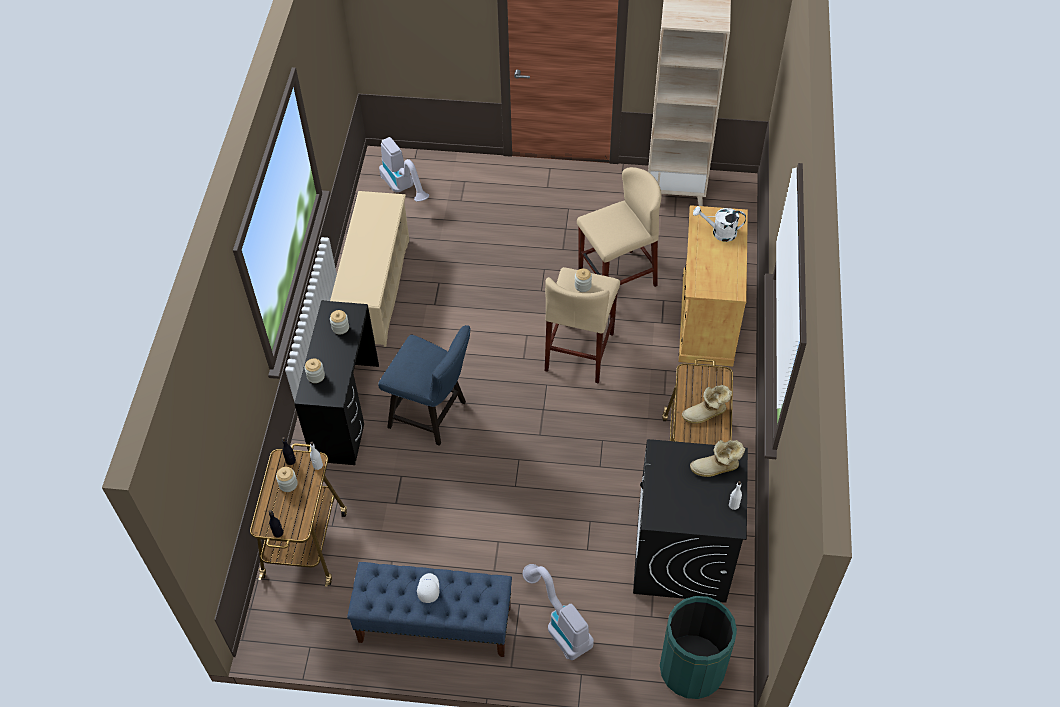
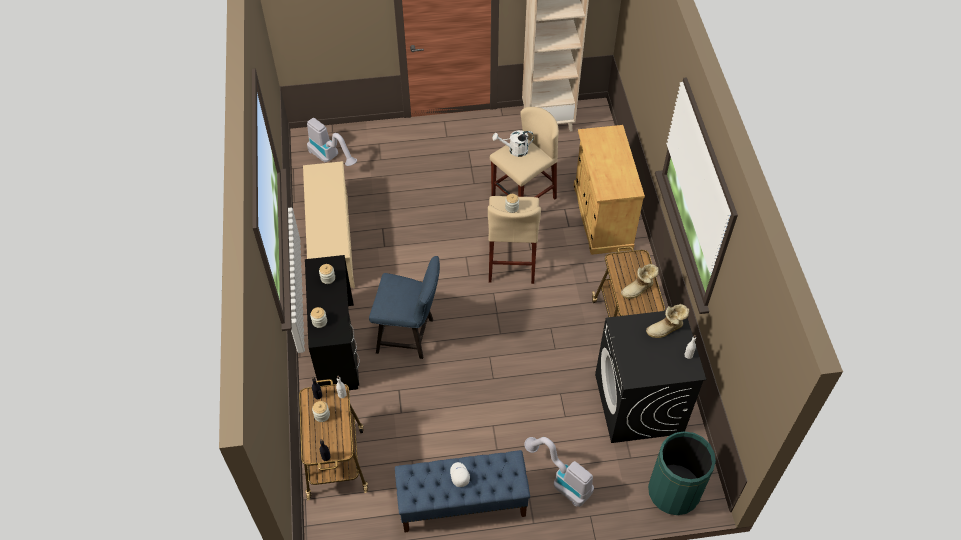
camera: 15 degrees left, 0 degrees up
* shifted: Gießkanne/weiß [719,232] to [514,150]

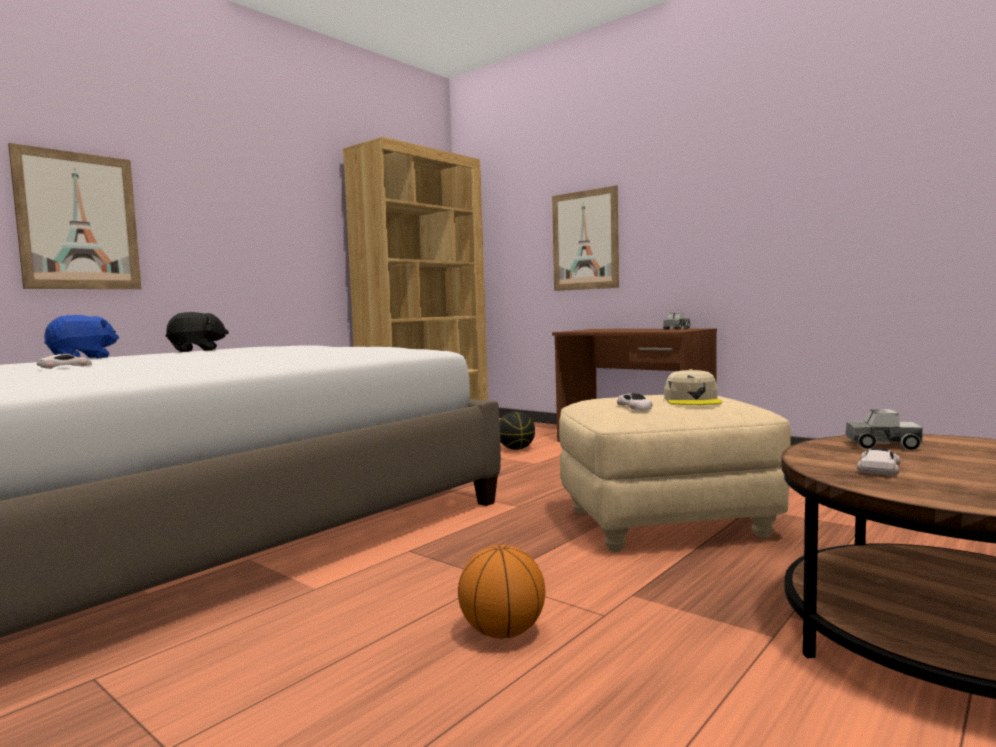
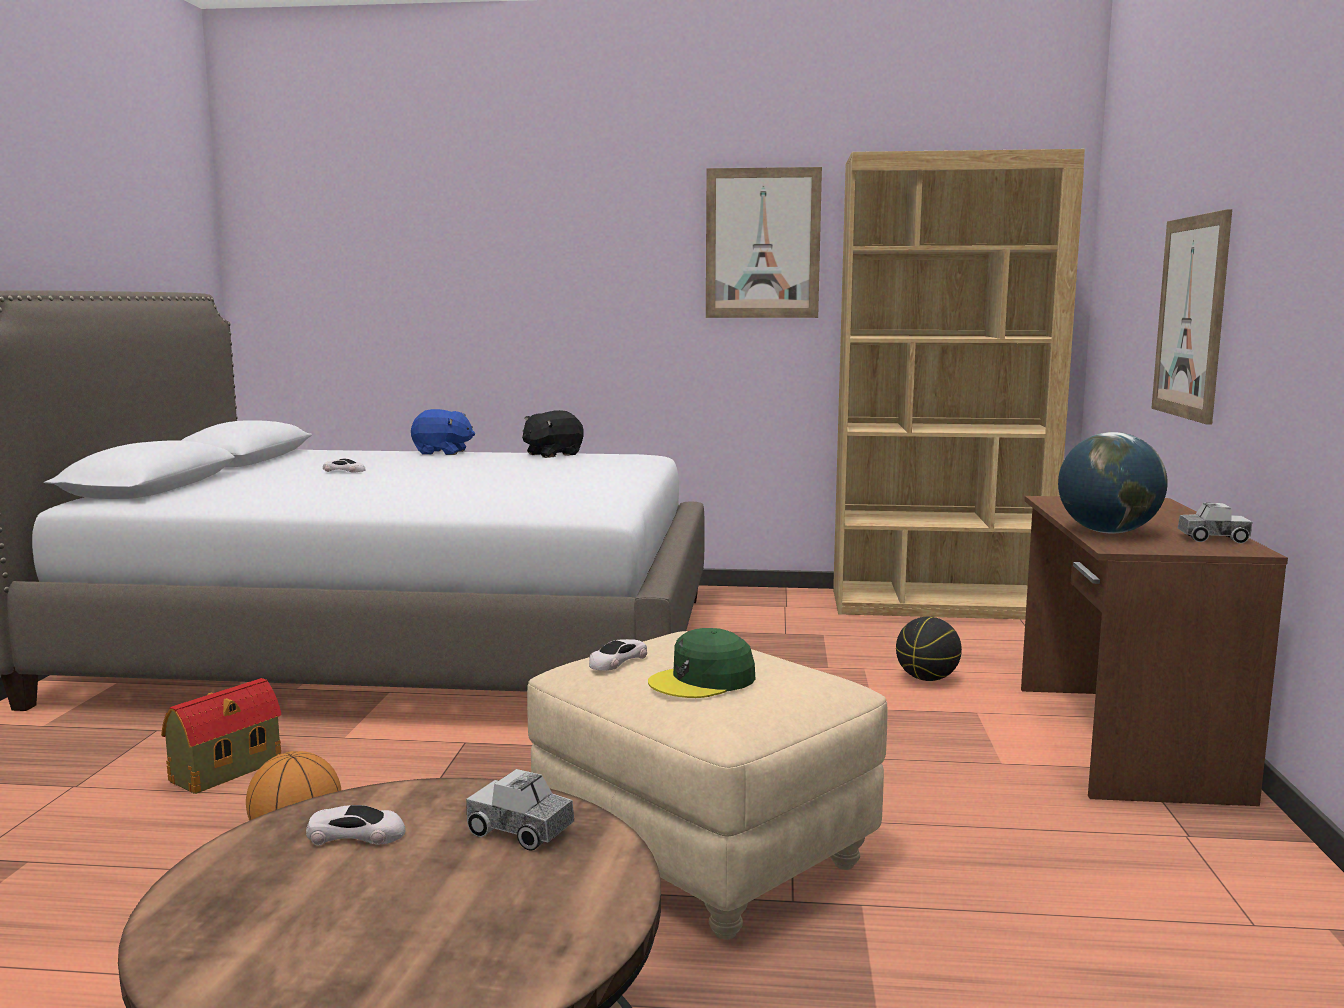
camera: 55 degrees right, 5 degrees up
* new: Spielzeughaus [224,772]
* rotated: Spielzeuglaster [882,445] = [521,831] 135 degrees clockwise
* rotated: Plüschtier/schwarz [197,350] = [552,454] 105 degrees clockwise
* repainted: Kappe/beige [693,400] to Kappe/grün [703,680]
* shifted: Bild [78,221] to [762,243]
* new: Globus [1107,532]

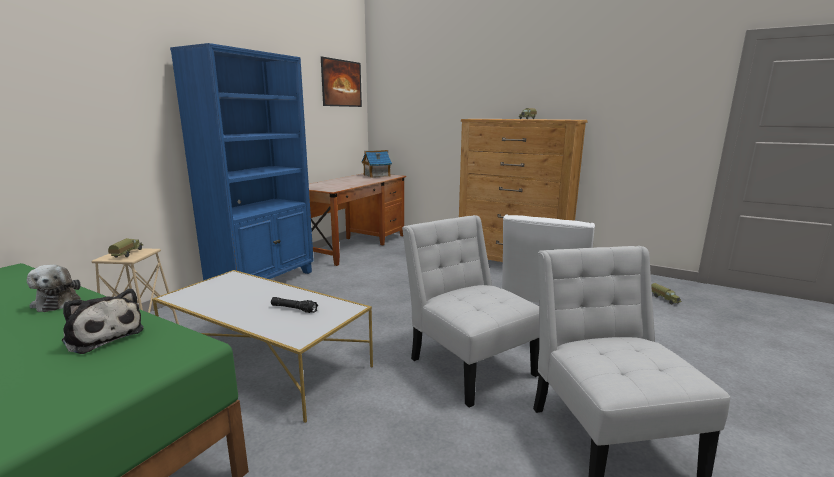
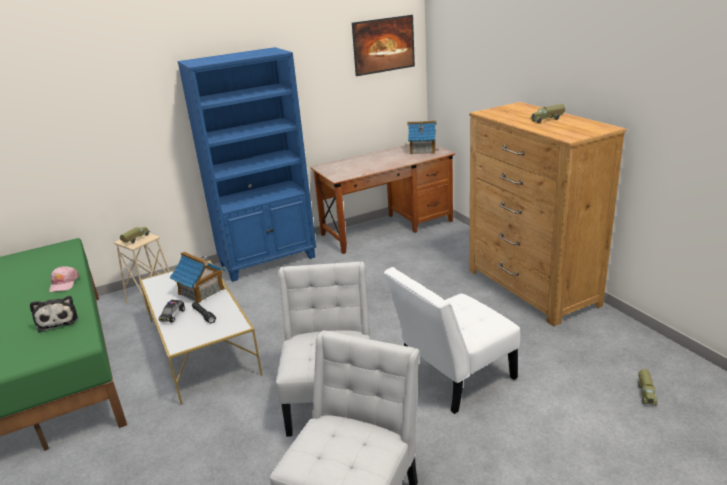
camera: 35 degrees right, 10 degrees up
* swapped: Plüschtier [57,302] to Kappe/rosa [64,283]
* new: Spielzeugauto [173,315]
* new: Spielzeughaus [201,291]

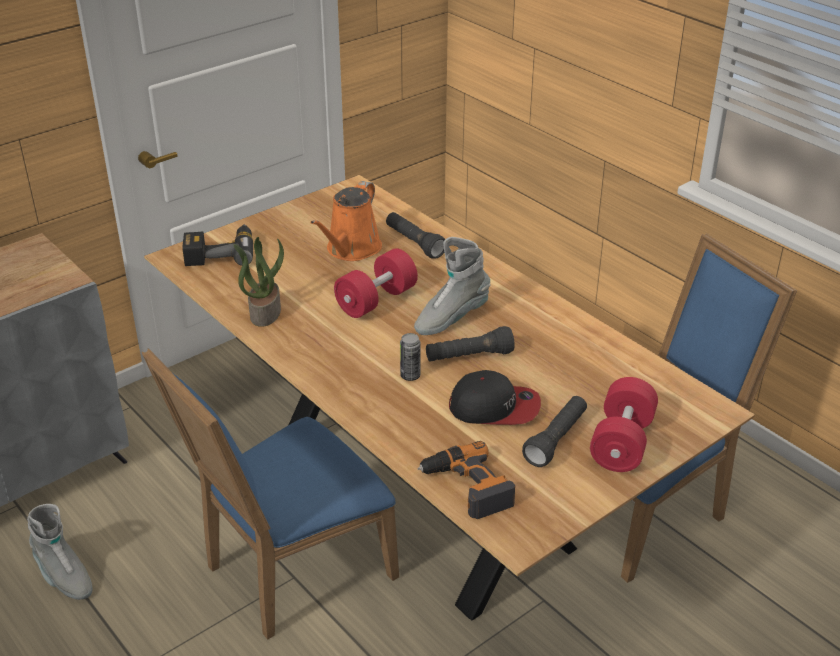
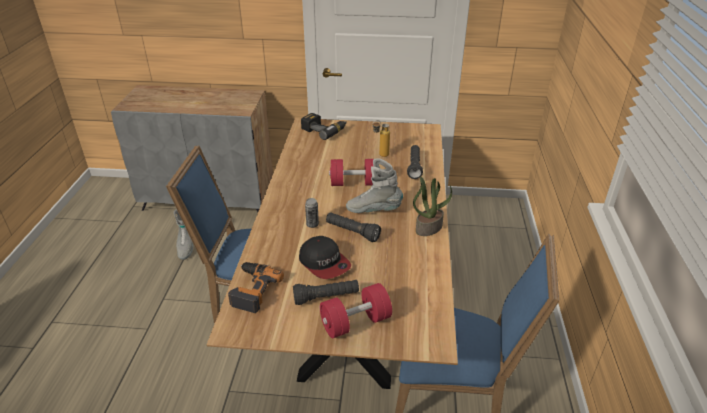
camera: 45 degrees right, 0 degrees up
* swapped: Gießkanne/orange [351,250] to Flasche [380,155]
* shifted: Topfpflanze [264,312] to [428,228]

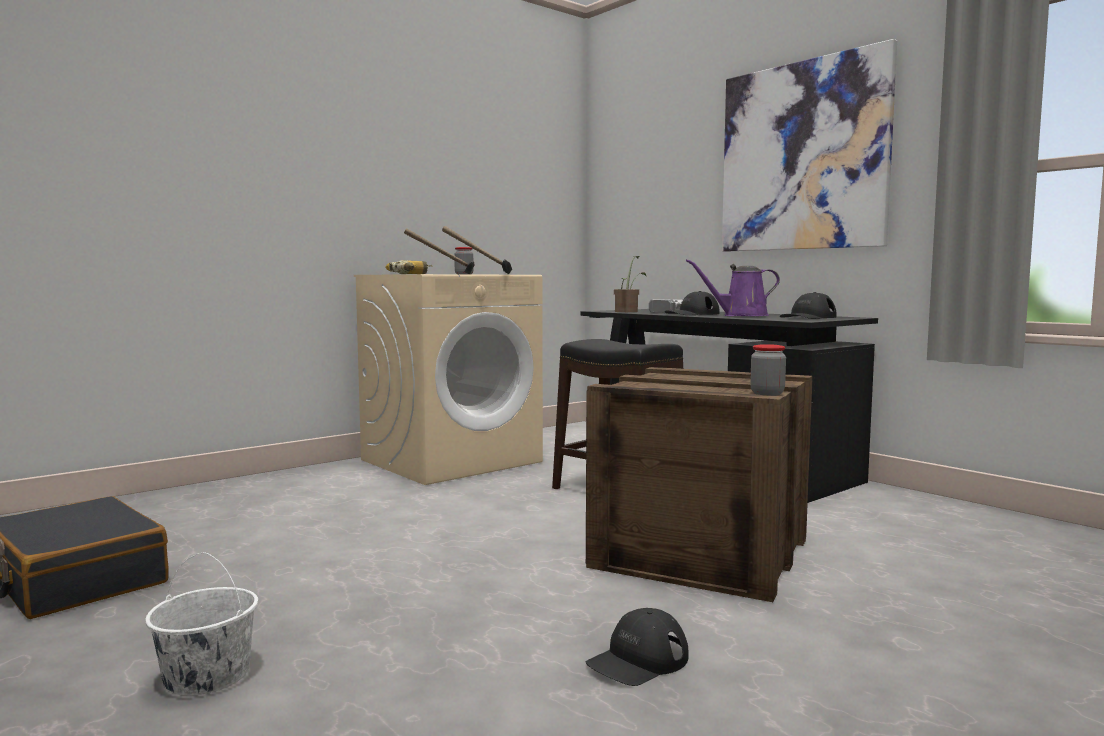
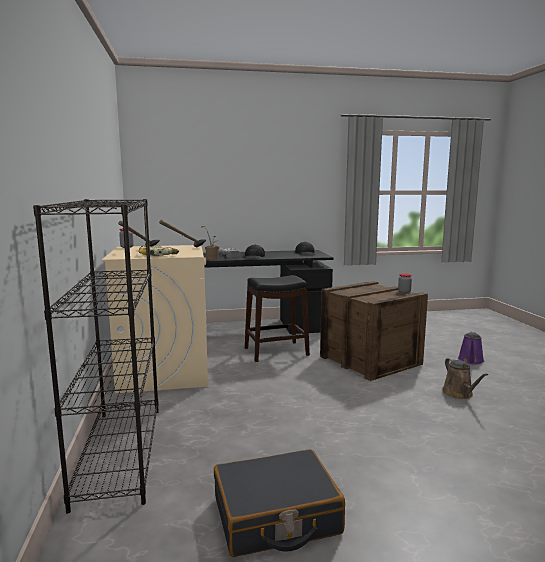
camera: 60 degrees left, 5 degrees up
* new: Bücherregal/schwarz [120,452]
* swapped: Kappe/schwarz [638,660] to Gießkanne/braun [459,394]
* shifted: Gießkanne/lila [740,315] to [470,361]
* gone: Eimer/weiß [206,675]
* gone: Bild [802,156]

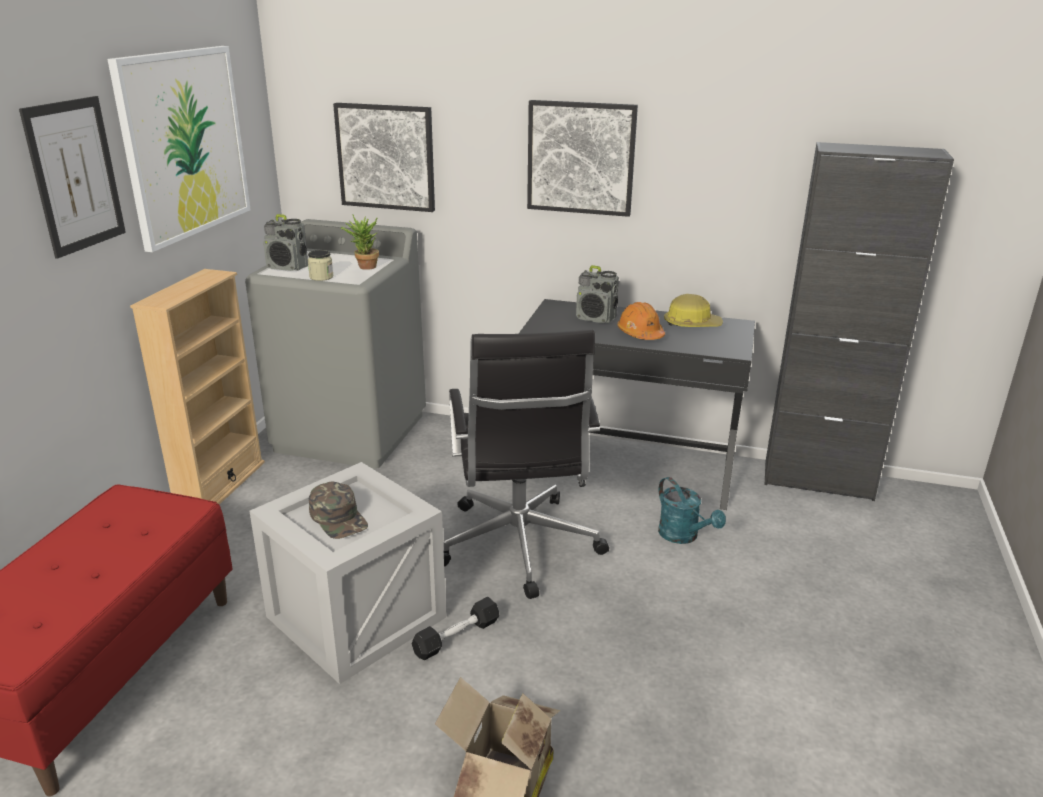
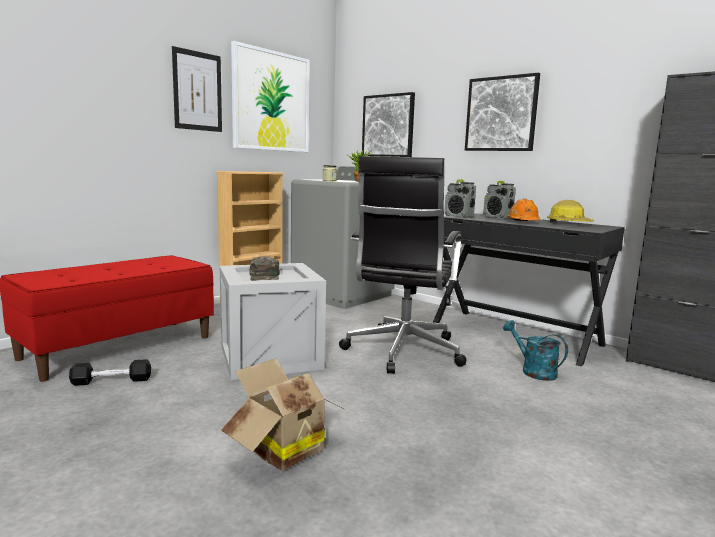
camera: 25 degrees right, 15 degrees down
* shifted: Hantel/schwarz [457,637] to [112,381]
* shifted: Radio [288,267] to [459,216]
* rotated: Gießkanne/türkis [683,536] = [533,371] 150 degrees clockwise

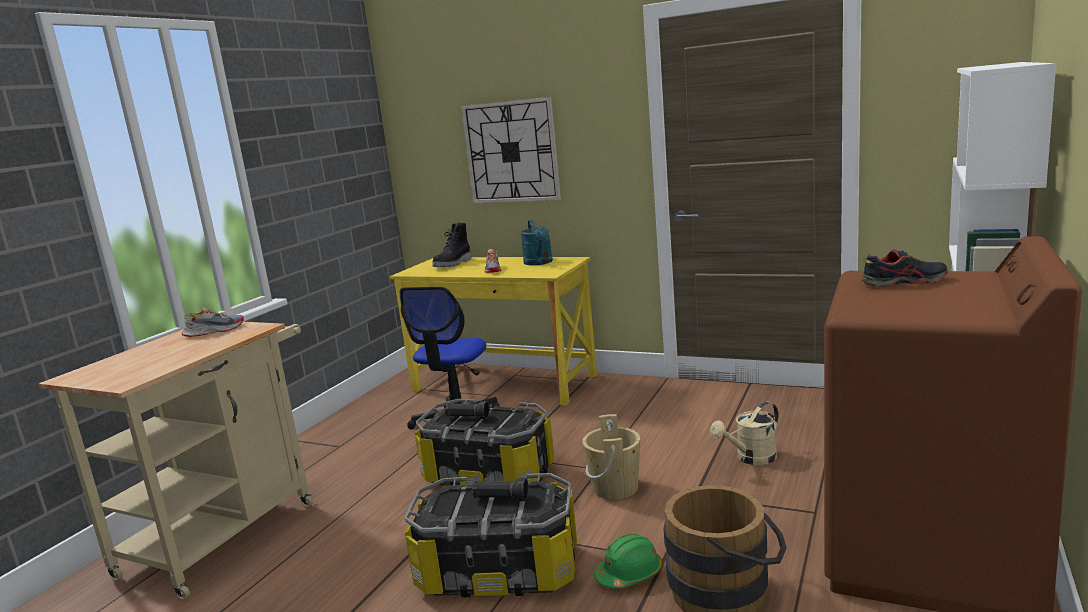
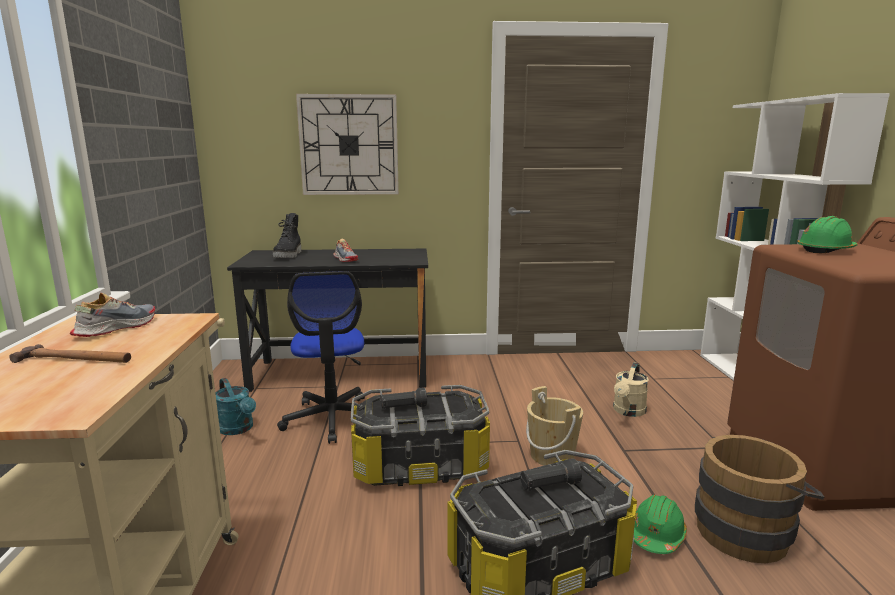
camera: 30 degrees left, 0 degrees up
* new: Hammer [75,359]
* shifted: Gießkanne/türkis [539,263] to [238,429]
* repainted: Schreibtisch/gelb [504,383] to Schreibtisch/schwarz [341,373]
* swapped: Schuh [903,282] to Schutzhelm/grün [826,250]

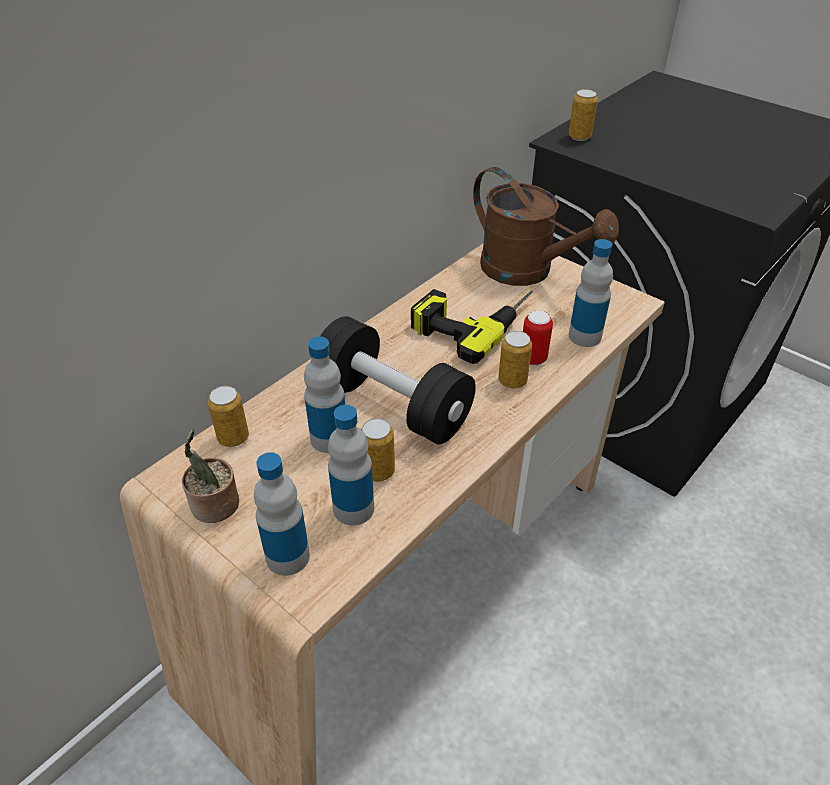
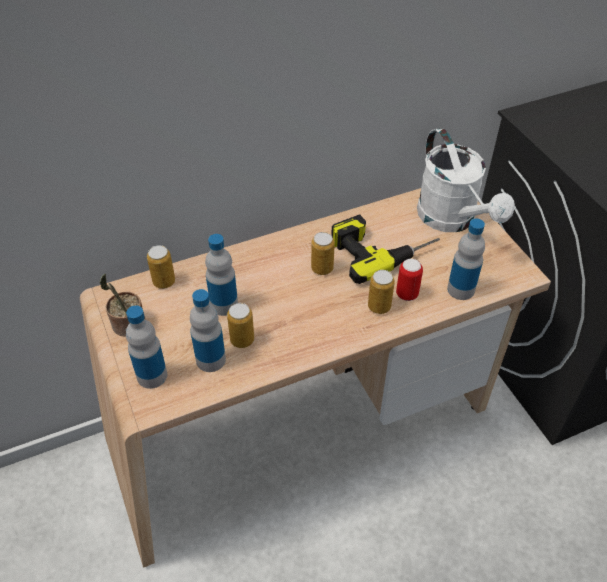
camera: 25 degrees right, 5 degrees up
* shifted: Dose [579,137] to [322,268]
* repainted: Gießkanne/braun [527,271] to Gießkanne/weiß [452,220]
* gone: Hantel/schwarz [393,404]

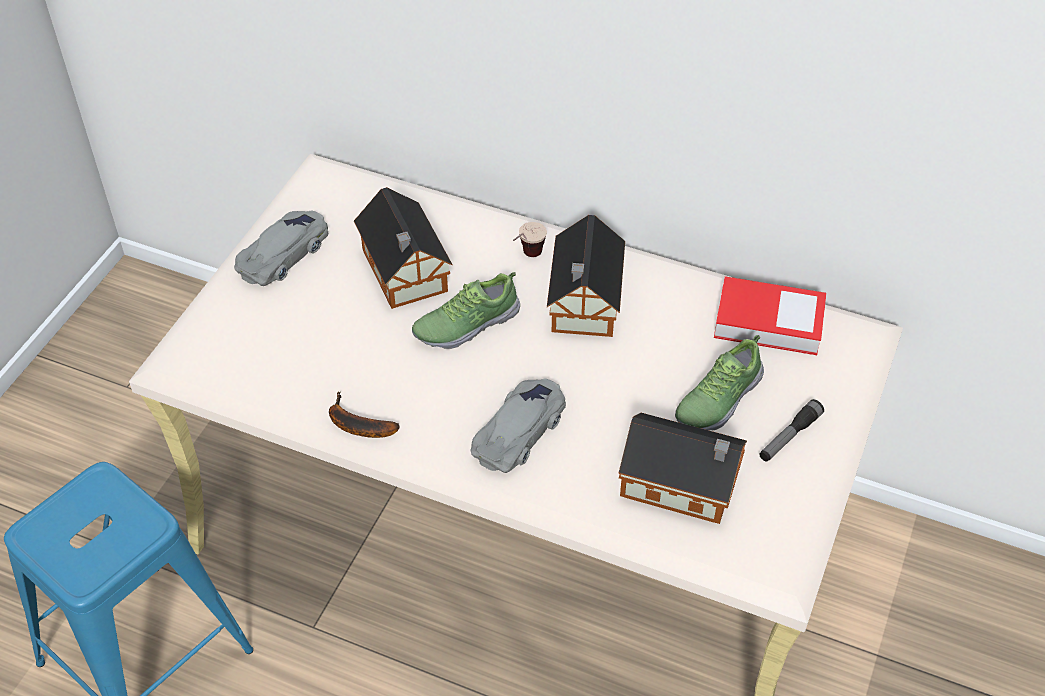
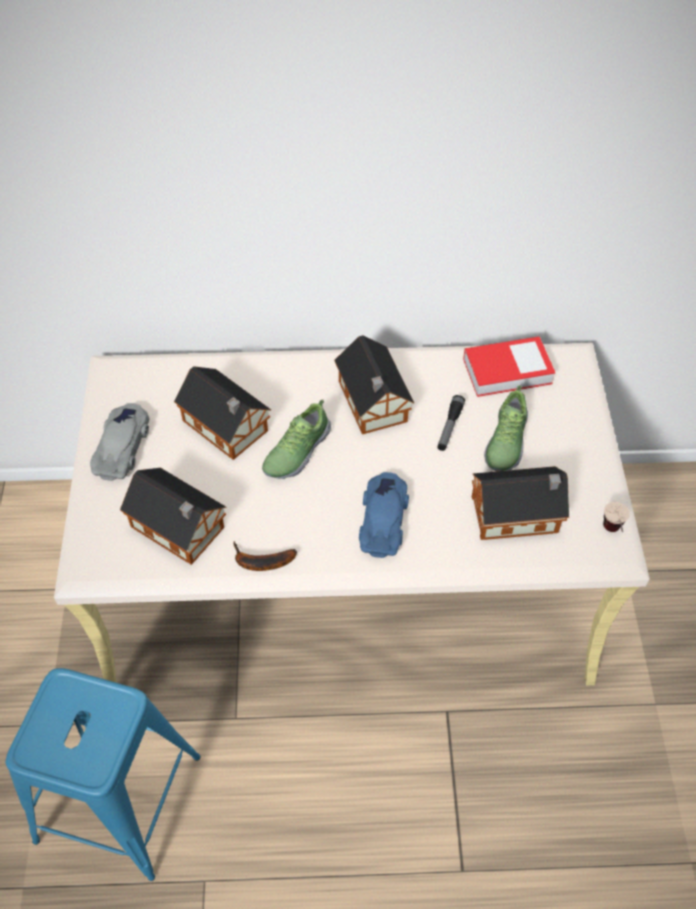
camera: 25 degrees left, 5 degrees up
* new: Spielzeughaus [180,529]
* repainted: Spielzeugauto/grau [520,430] to Spielzeugauto/blau [383,518]
* shifted: Taschenlampe [789,436] to [449,427]
* shifted: Tasse [526,258] to [612,534]

